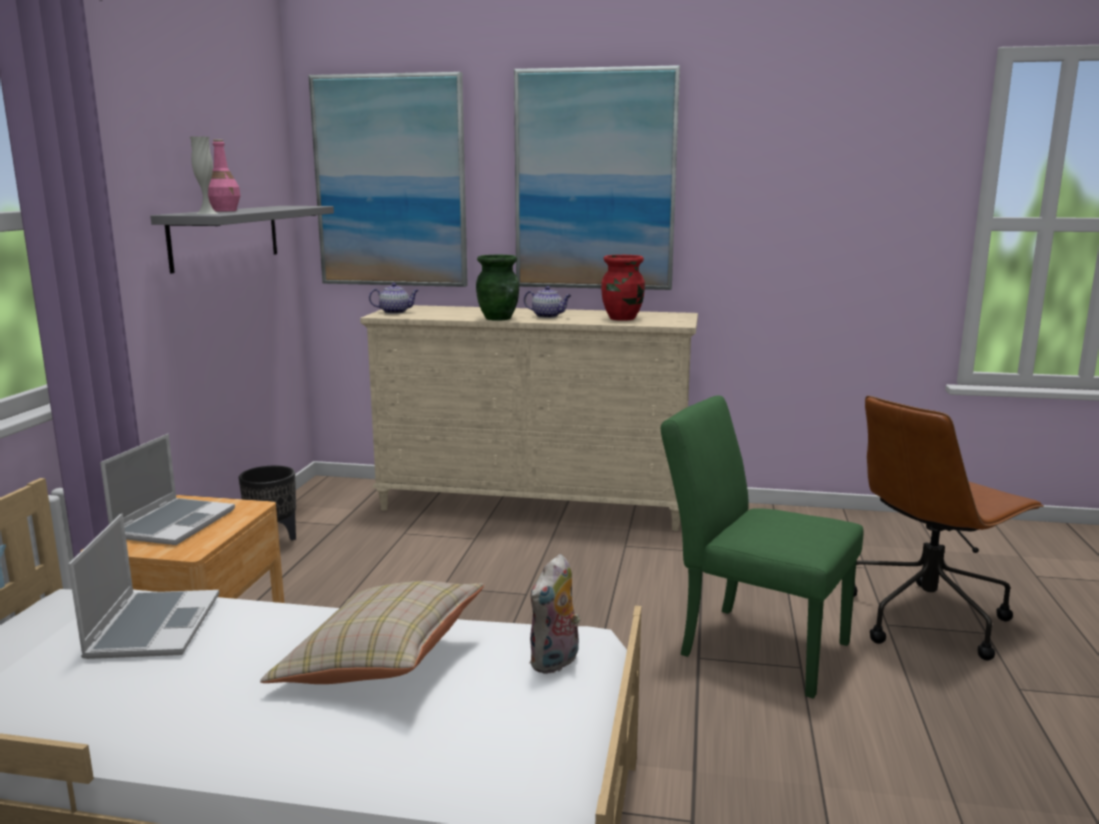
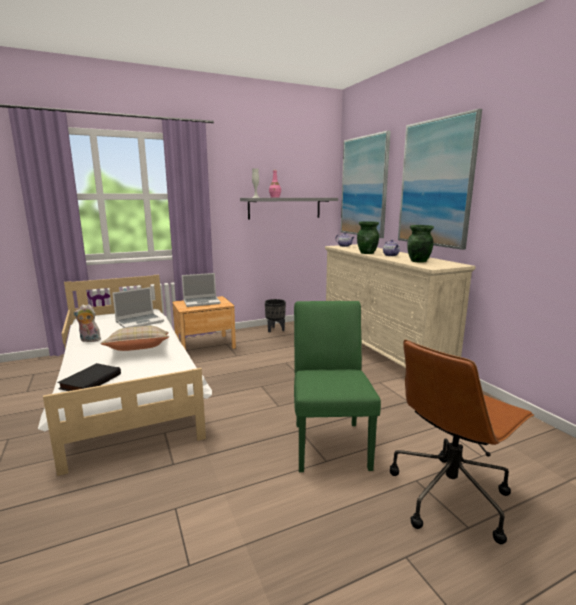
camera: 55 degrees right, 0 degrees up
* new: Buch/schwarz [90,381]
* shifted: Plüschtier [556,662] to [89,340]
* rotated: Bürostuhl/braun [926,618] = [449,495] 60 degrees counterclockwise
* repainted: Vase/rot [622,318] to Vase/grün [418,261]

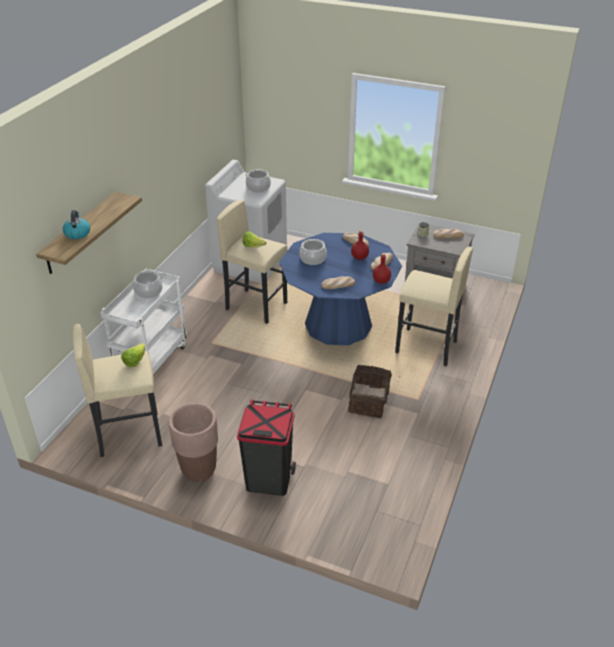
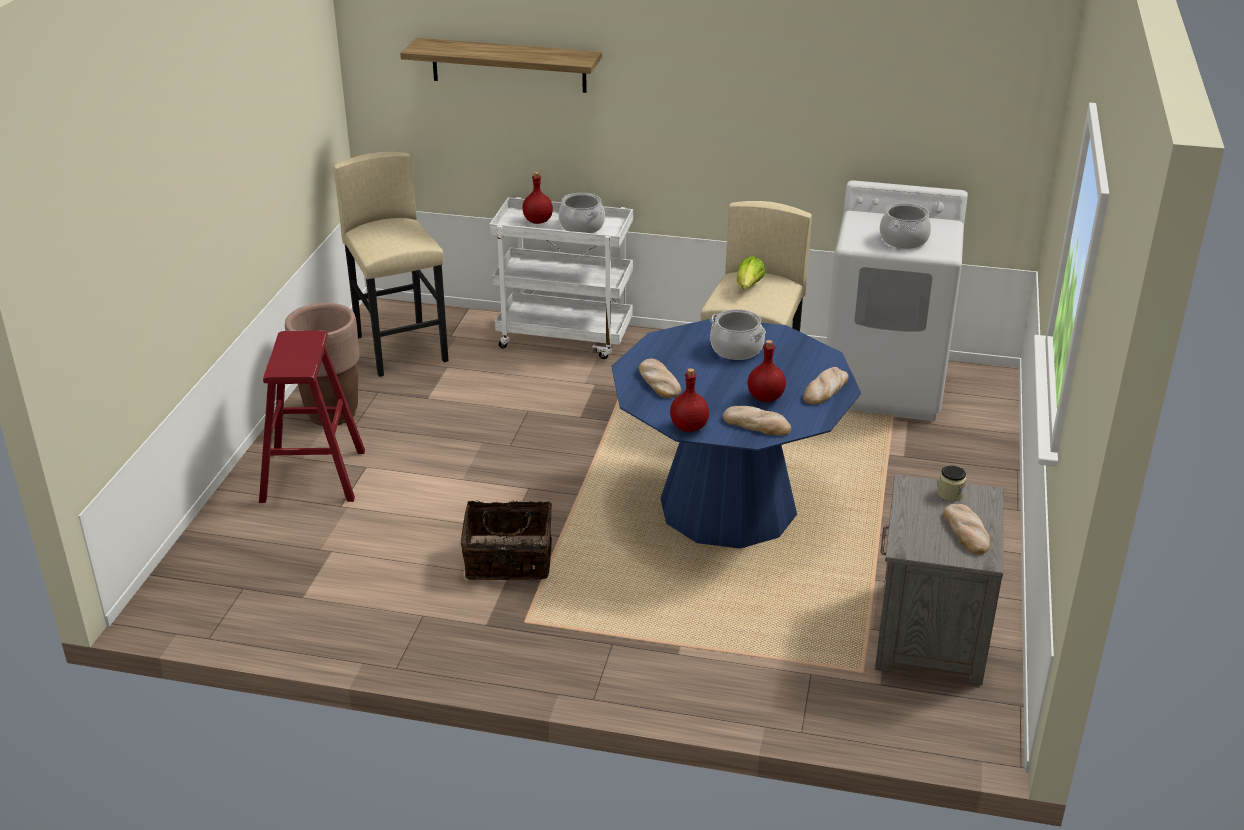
camera: 80 degrees right, 5 degrees down
* swapped: Mülleimer/schwarz [268,479] to Hocker/rot [313,476]
* new: Flasche/rot [538,221]
* gone: Wasserkessel [77,233]
* gone: Salatkopf [135,361]
* gone: Hocker/beige [426,347]

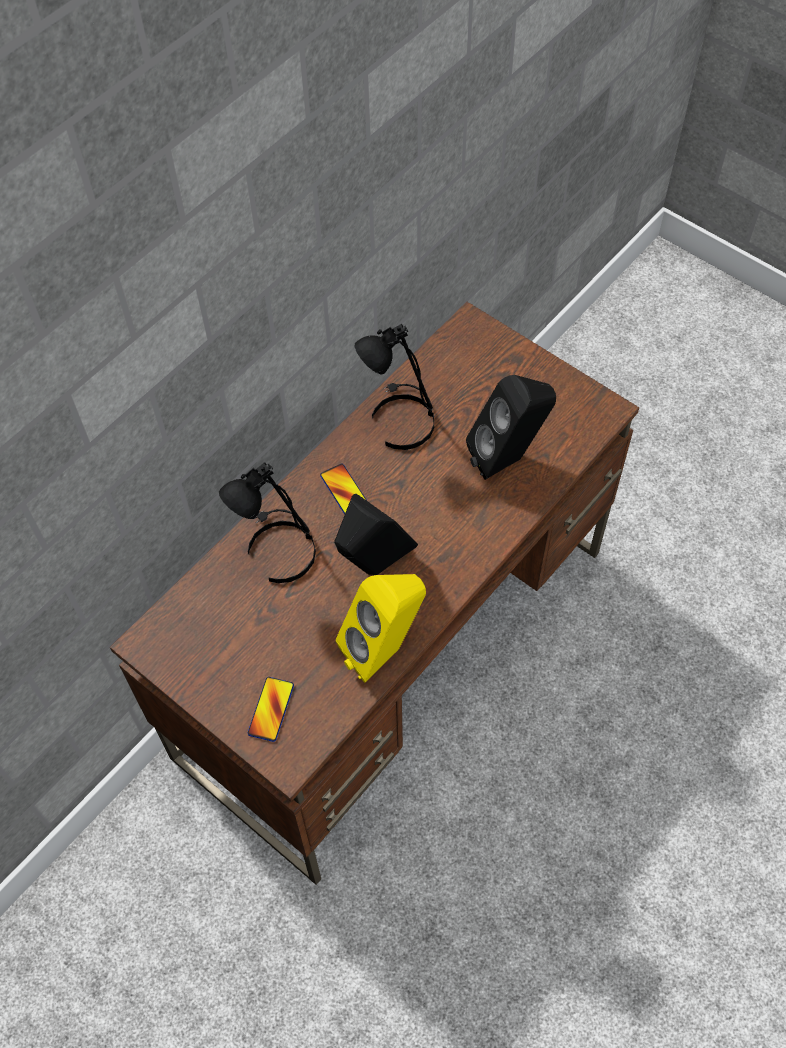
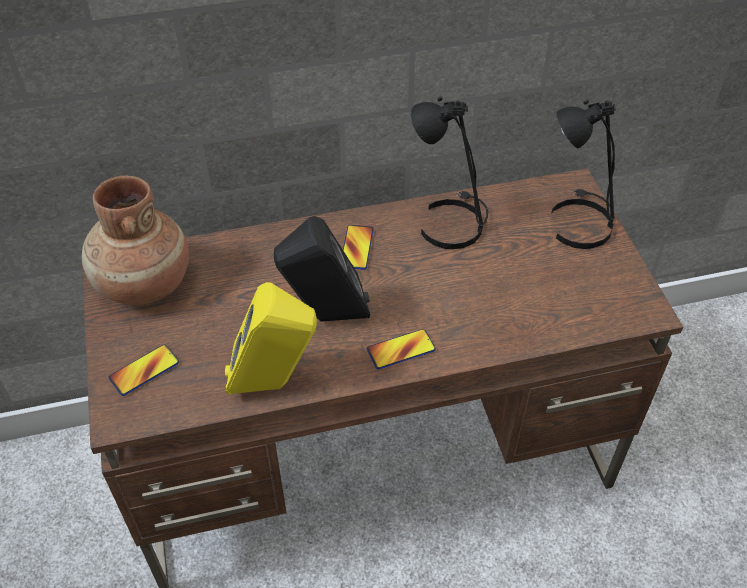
camera: 35 degrees right, 10 degrees down
* new: Vase/braun [144,284]
* new: Handy [401,350]
* shifted: Tischlampe/schwarz [278,550] to [578,222]
* gone: Lautsprecher/schwarz [508,458]

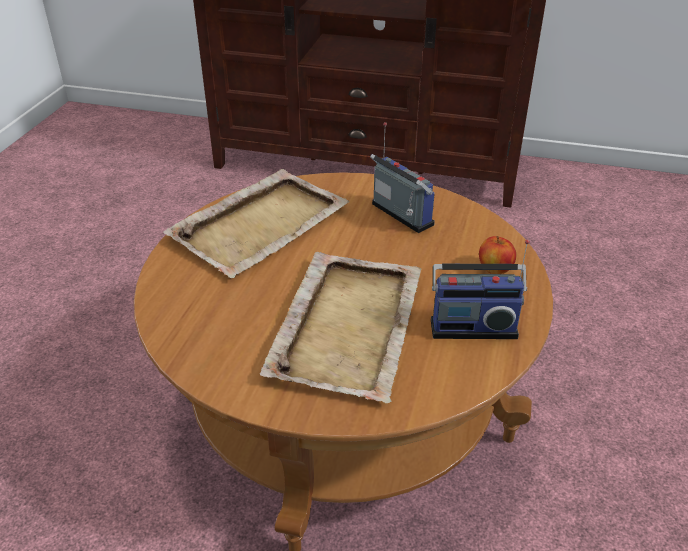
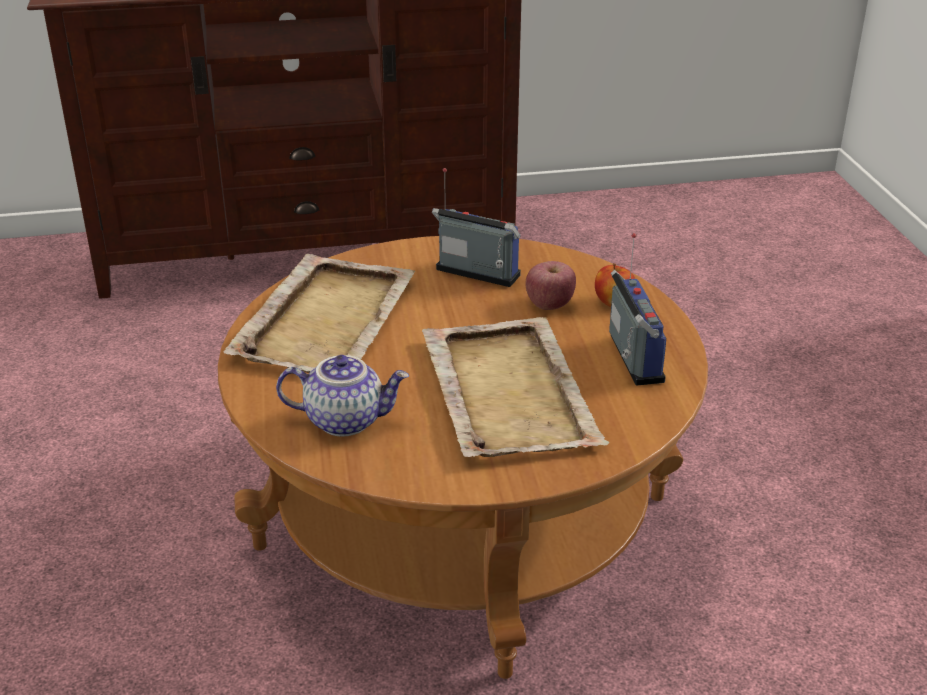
camera: 25 degrees left, 5 degrees down
* new: Teekanne [345,420]
* new: Apfel [549,305]
* rotated: Radio [472,326] = [631,359] 75 degrees counterclockwise

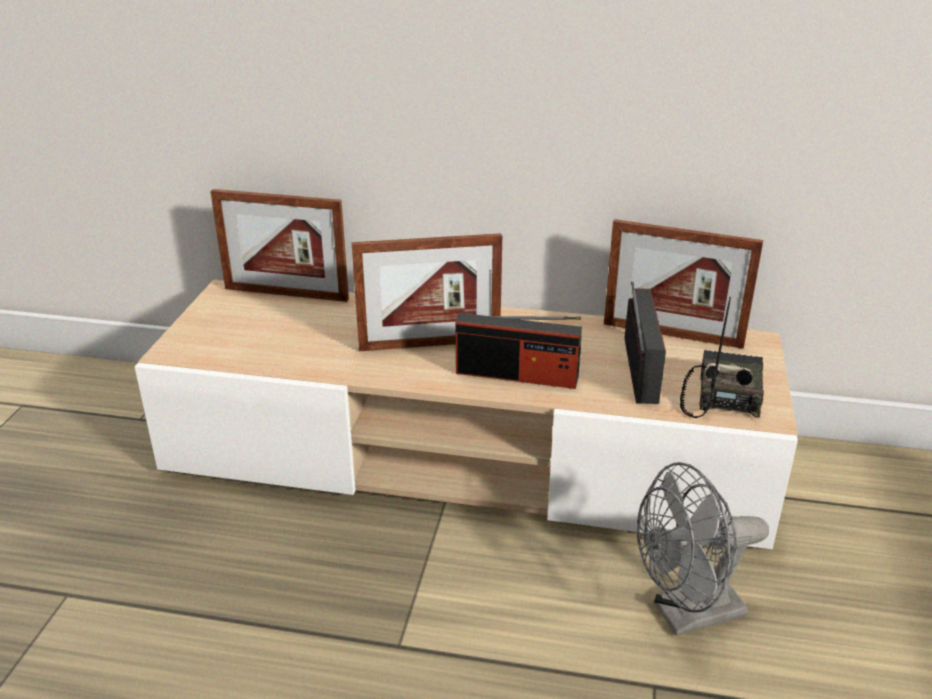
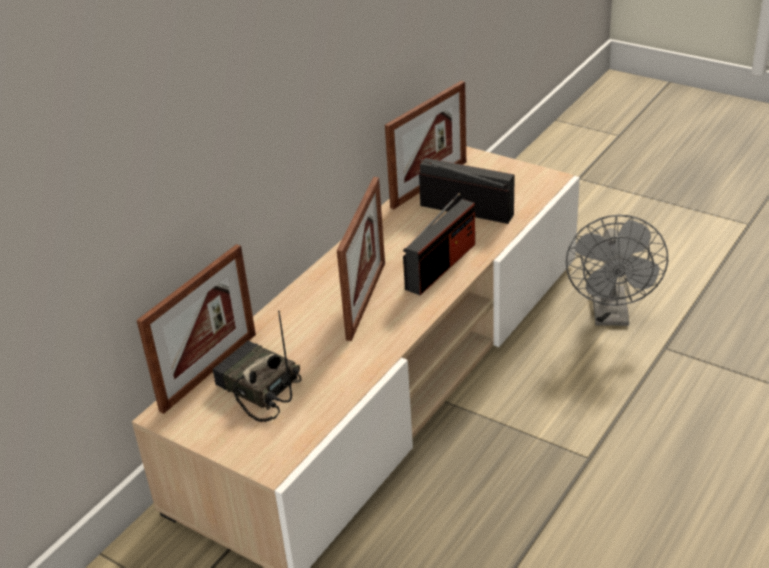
camera: 65 degrees left, 5 degrees up
* shifted: Radio [721,395] to [257,389]

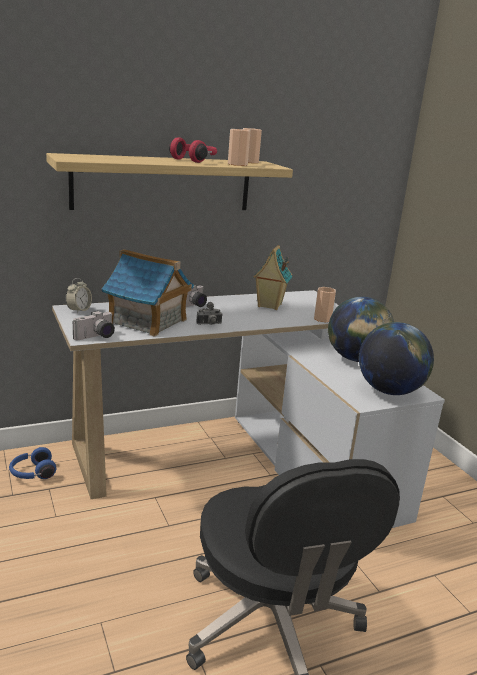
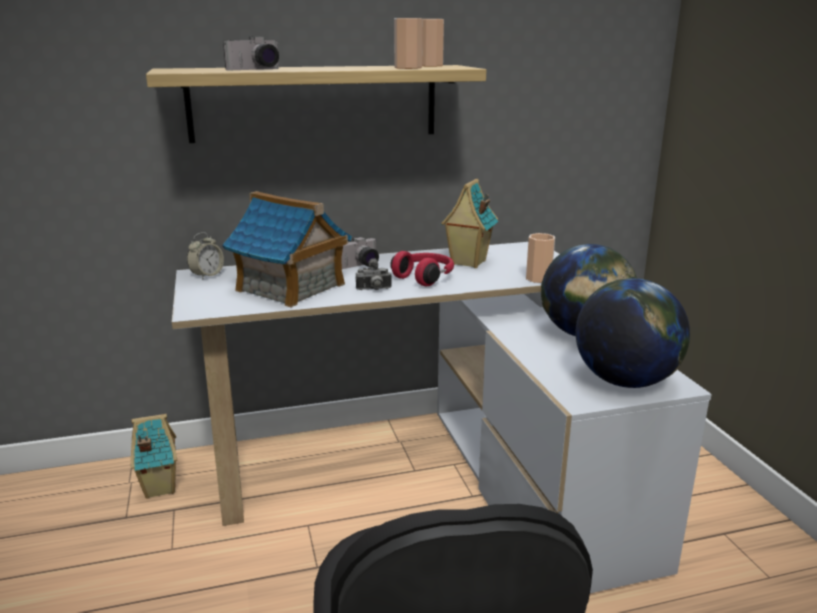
camera: 10 degrees right, 0 degrees up
* swapped: Kopfhörer/blau [32,473] to Spielzeughaus [158,488]
* shifted: Kamera [96,337] to [256,69]
* shifted: Kopfhörer/rot [195,160] to [425,278]

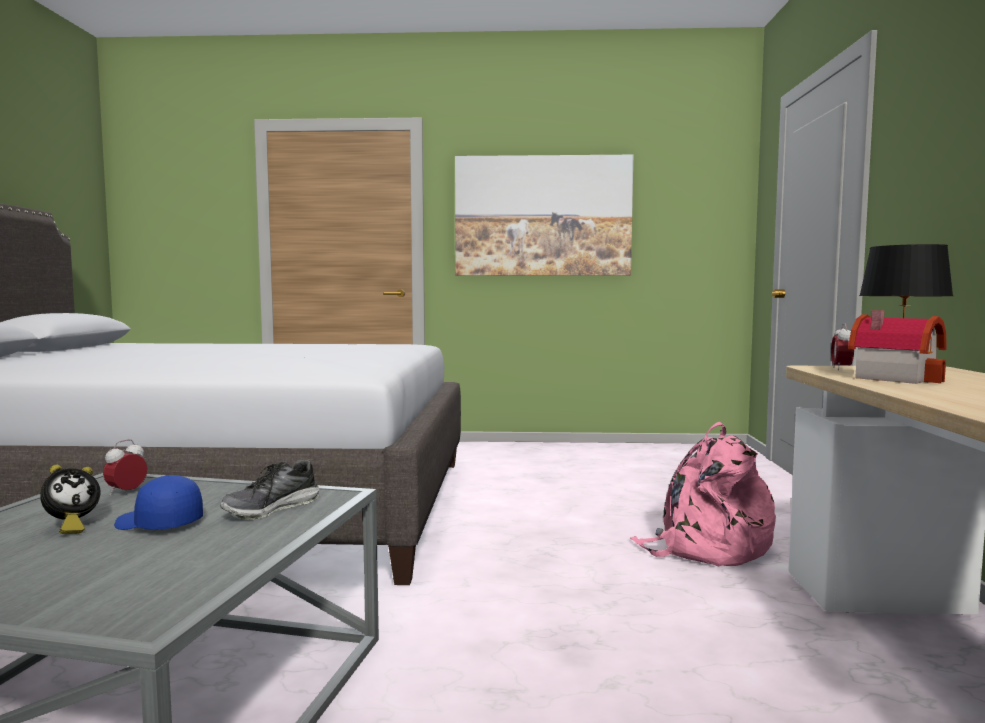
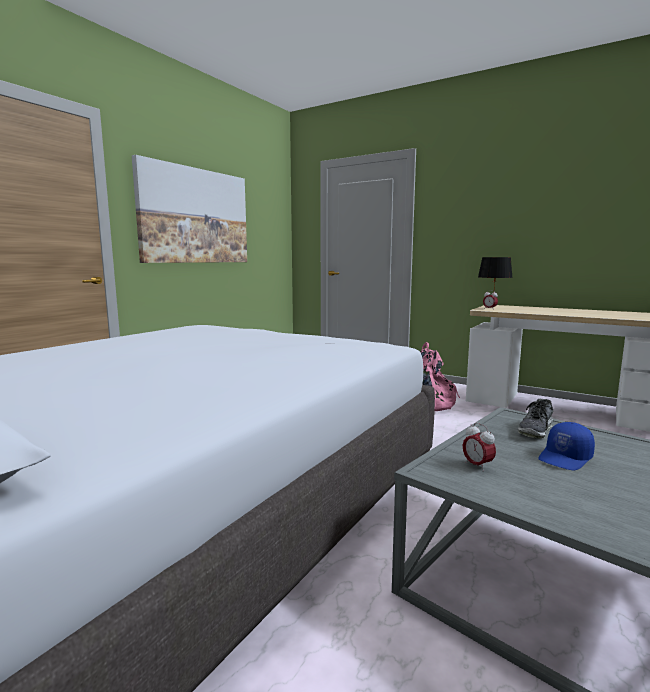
camera: 60 degrees left, 5 degrees up
* rotated: Schuh [272,508] = [536,430] 60 degrees clockwise
* gone: Wecker [71,527]
* gone: Spielzeughaus [894,377]

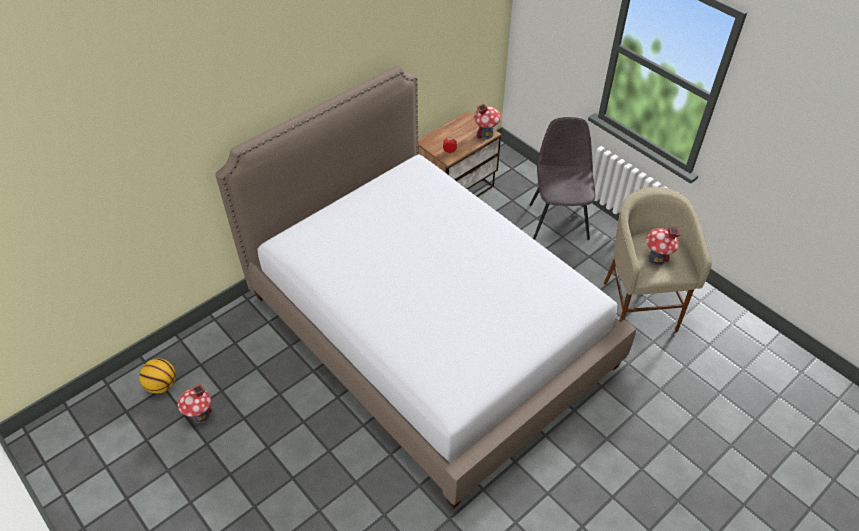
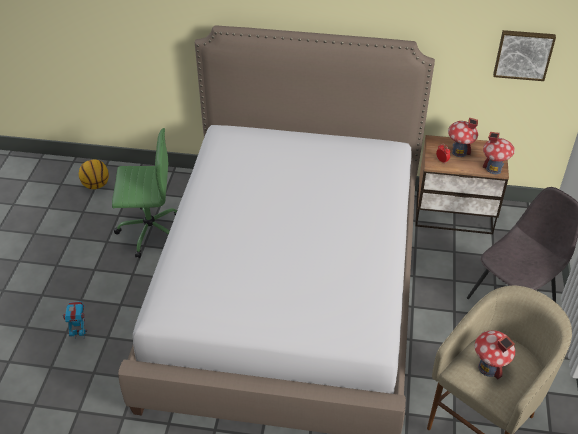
camera: 50 degrees right, 5 degrees down
* new: Spielzeugroboter [80,334]
* new: Bürostuhl/grün [149,231]
* shifted: Spielzeughaus [200,415] to [459,152]
* new: Bild [523,54]

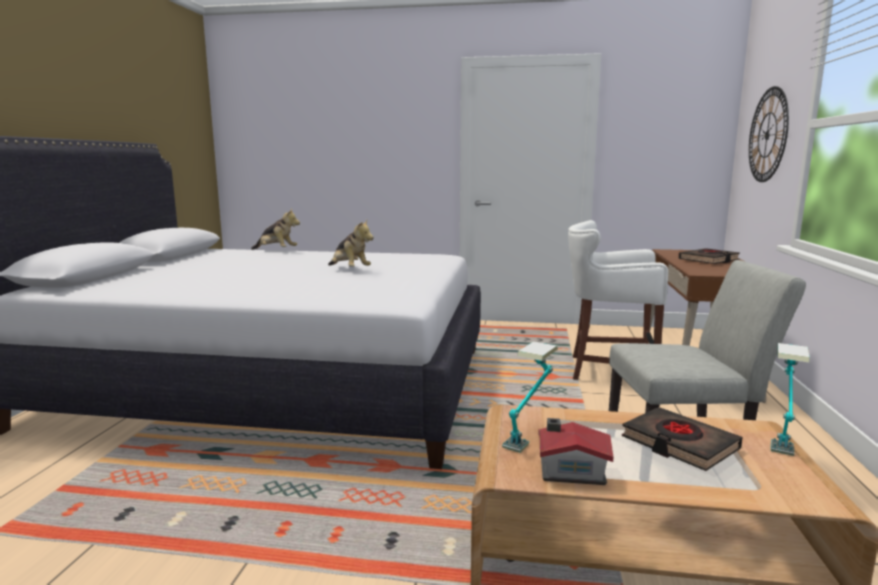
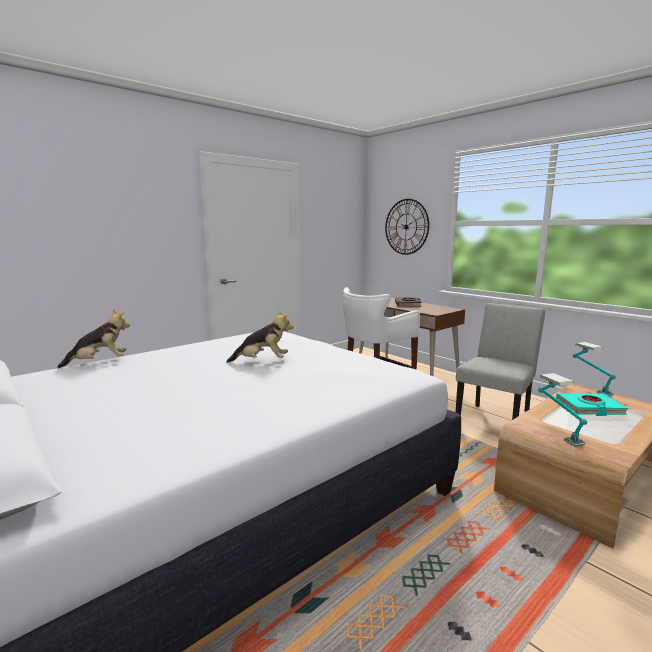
camera: 50 degrees left, 0 degrees up
* repainted: Buch/schwarz [679,444] to Buch/türkis [589,408]
* gone: Spielzeughaus [570,471]

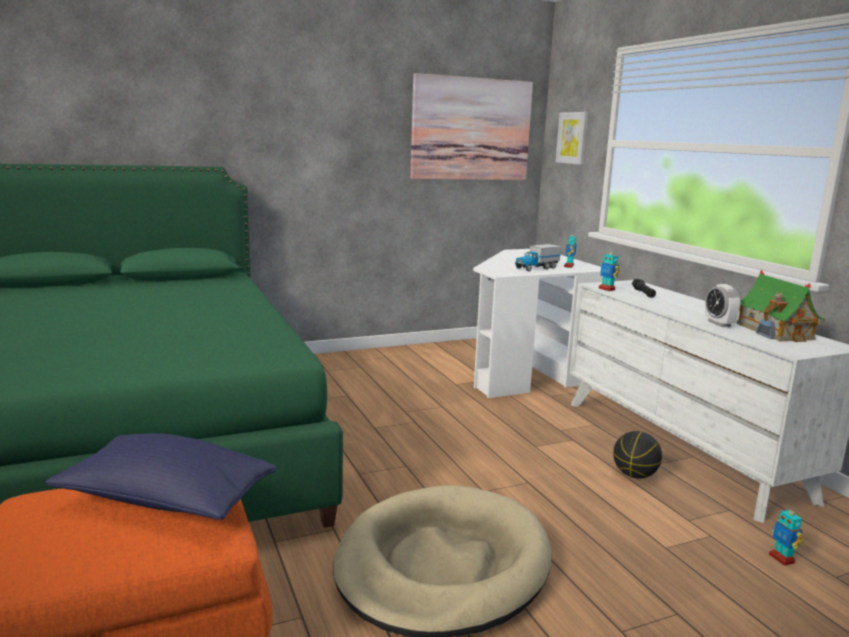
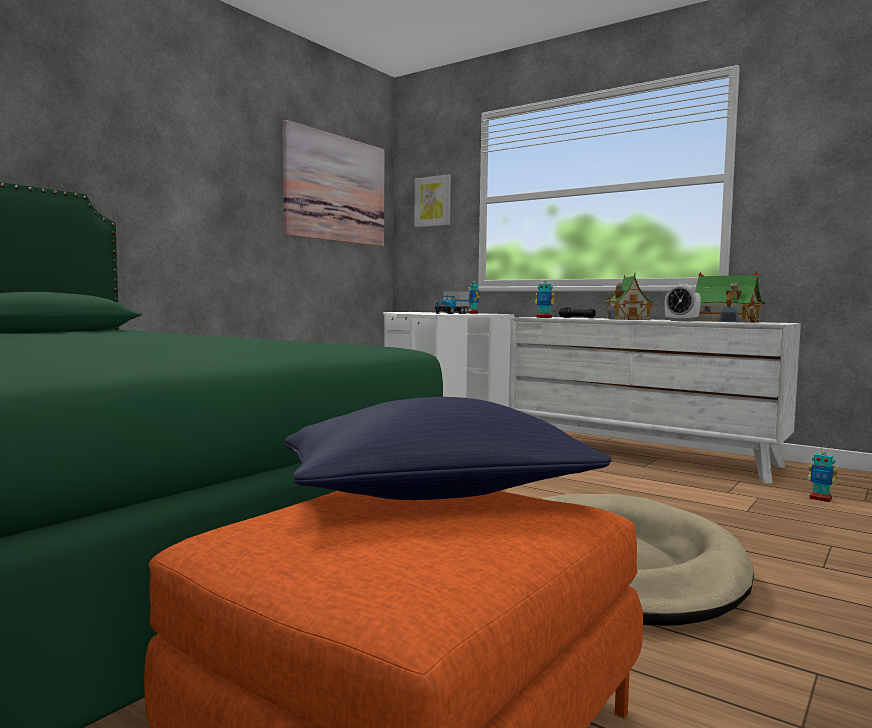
camera: 30 degrees left, 10 degrees down
* new: Spielzeughaus [627,319]
* gone: Basketball [635,475]

